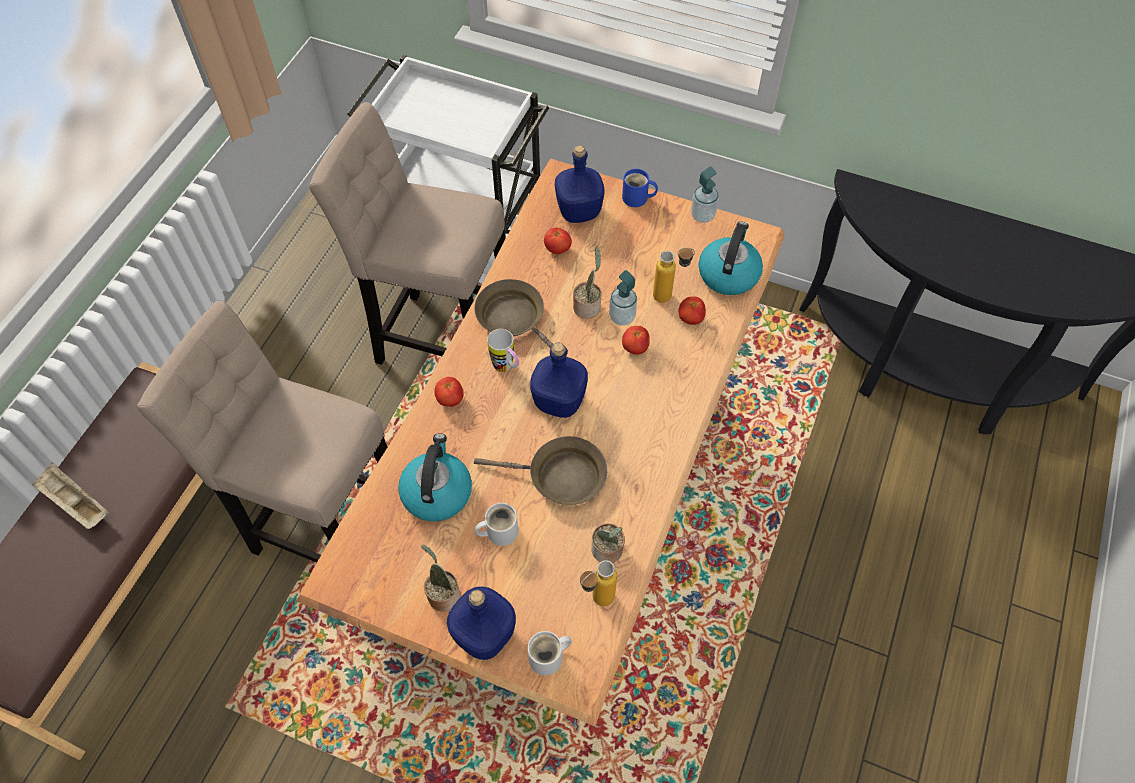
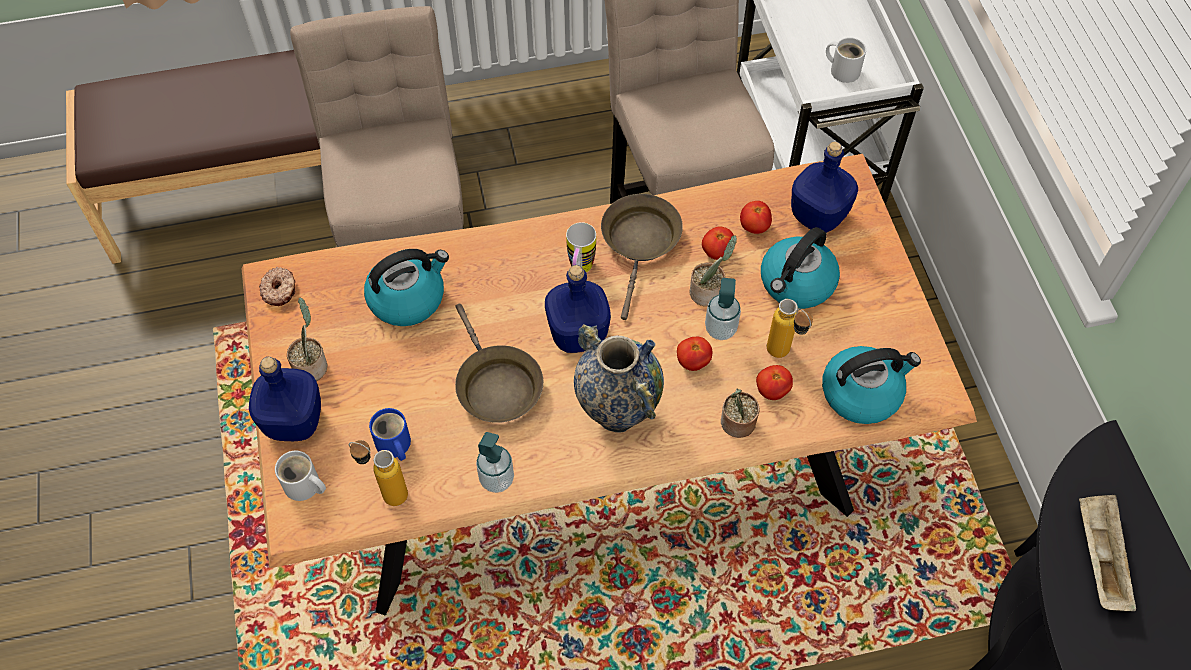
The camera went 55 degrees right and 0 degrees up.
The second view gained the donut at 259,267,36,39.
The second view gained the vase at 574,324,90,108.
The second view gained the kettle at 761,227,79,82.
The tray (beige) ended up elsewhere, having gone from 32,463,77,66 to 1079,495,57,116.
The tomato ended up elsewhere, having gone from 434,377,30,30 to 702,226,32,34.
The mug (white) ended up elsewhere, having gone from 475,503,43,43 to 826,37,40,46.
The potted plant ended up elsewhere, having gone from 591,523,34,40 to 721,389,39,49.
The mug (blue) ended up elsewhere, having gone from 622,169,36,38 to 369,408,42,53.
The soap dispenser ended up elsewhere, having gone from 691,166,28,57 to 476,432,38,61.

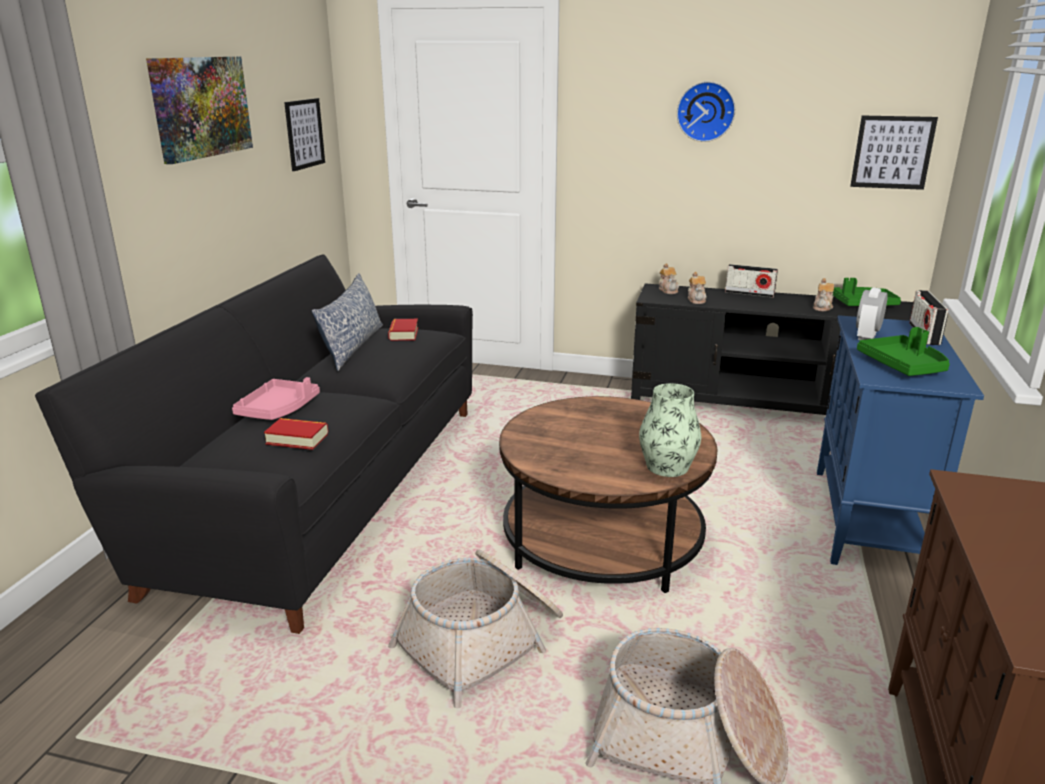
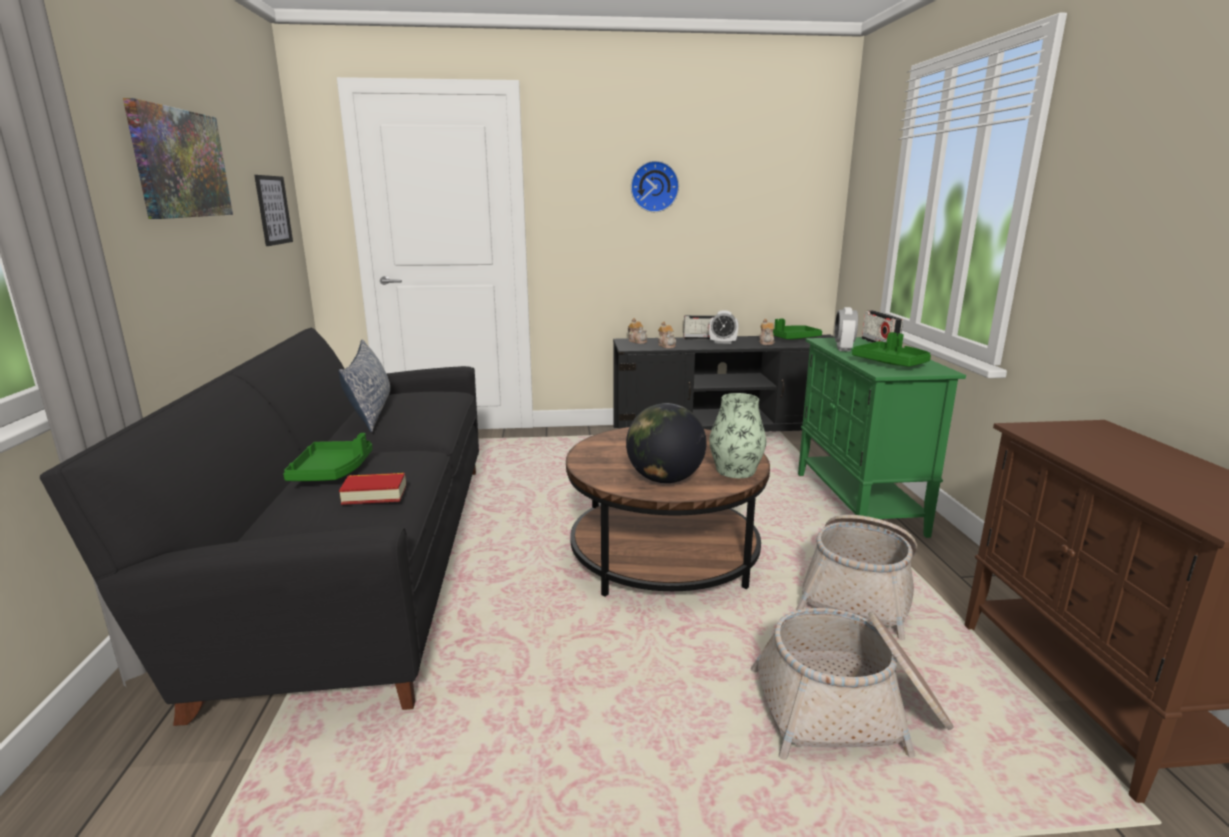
The camera went 20 degrees left and 5 degrees down.
The second view lost the book at 388,319,30,22.
The second view lost the picture at 850,116,88,74.
The second view gained the globe at 626,403,80,80.
The second view gained the alarm clock at 709,310,29,34.
The basket ended up elsewhere, having gone from 388,550,175,158 to 796,515,121,125.
What was the tray (pink) at 232,377,88,43 turned into the tray (green) at 283,433,89,48.
What was the cabinet (blue) at 817,315,167,250 turned into the cabinet (green) at 798,337,168,201.

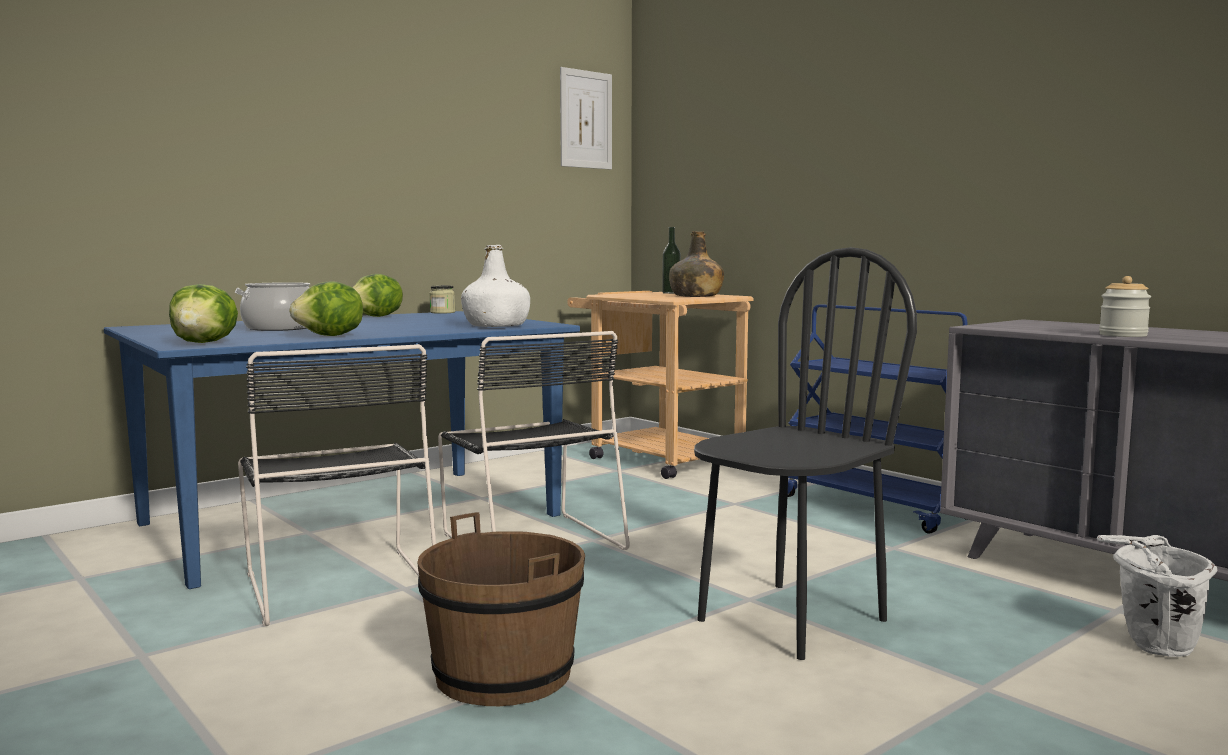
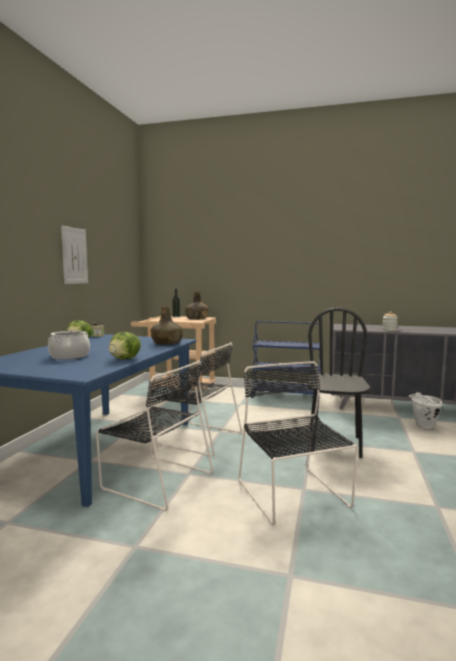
The camera went 35 degrees left and 0 degrees up.
The second view lost the lettuce at 169,284,69,59.
The picture ended up elsewhere, having gone from 560,67,52,103 to 61,226,27,58.
Where the bucket (brown) stood at 417,512,168,194, the chair (black) came to stand at 239,361,119,164.
What was the bottle (white) at 461,245,69,82 turned into the bottle (green) at 151,306,32,39.

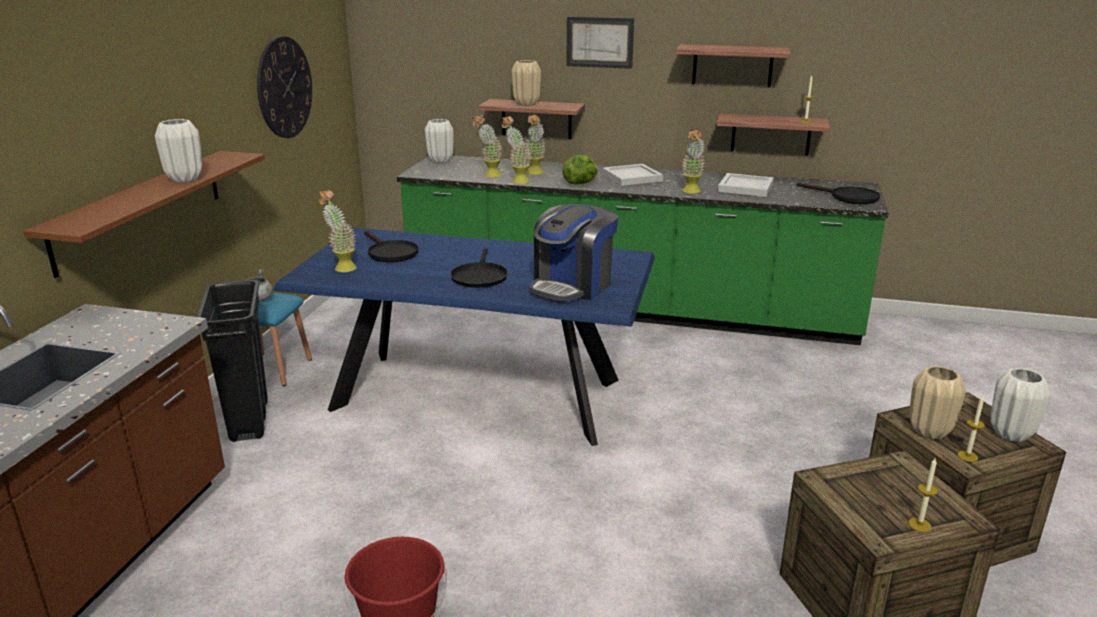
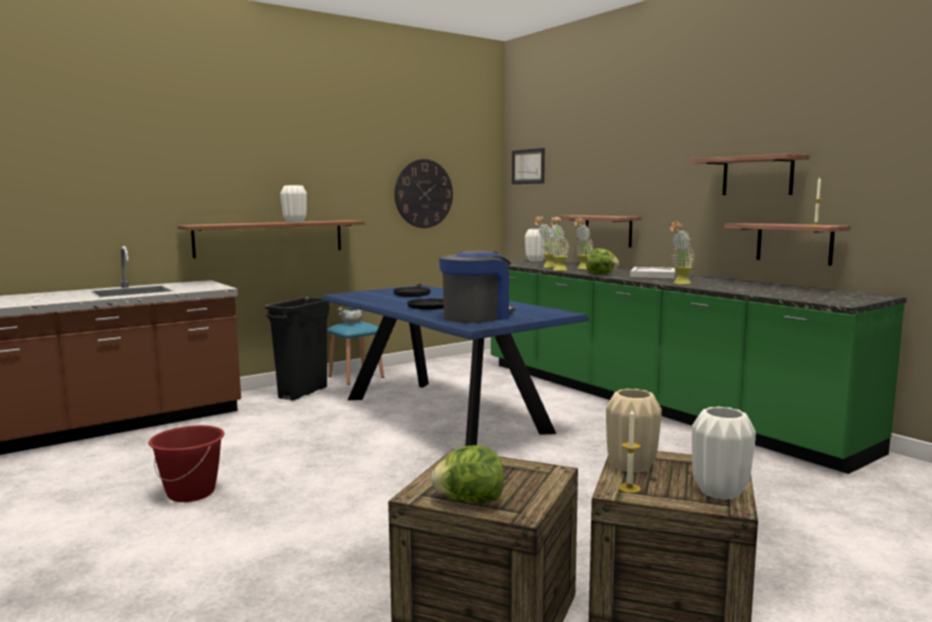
The camera went 40 degrees right and 15 degrees down.
The second view lost the potted plant at 319,190,38,82.
The second view lost the vase (beige) at 511,60,30,46.
The second view lost the tray (white) at 718,173,56,24.
The second view lost the frying pan (black) at 797,183,83,21.
The picture ended up elsewhere, having gone from 566,17,68,52 to 512,148,33,36.
Where the candle stood at 909,458,29,74, the lettuce came to stand at 431,445,73,58.
The coffee machine at 530,204,88,99 ended up facing another way, 150 degrees clockwise from before.

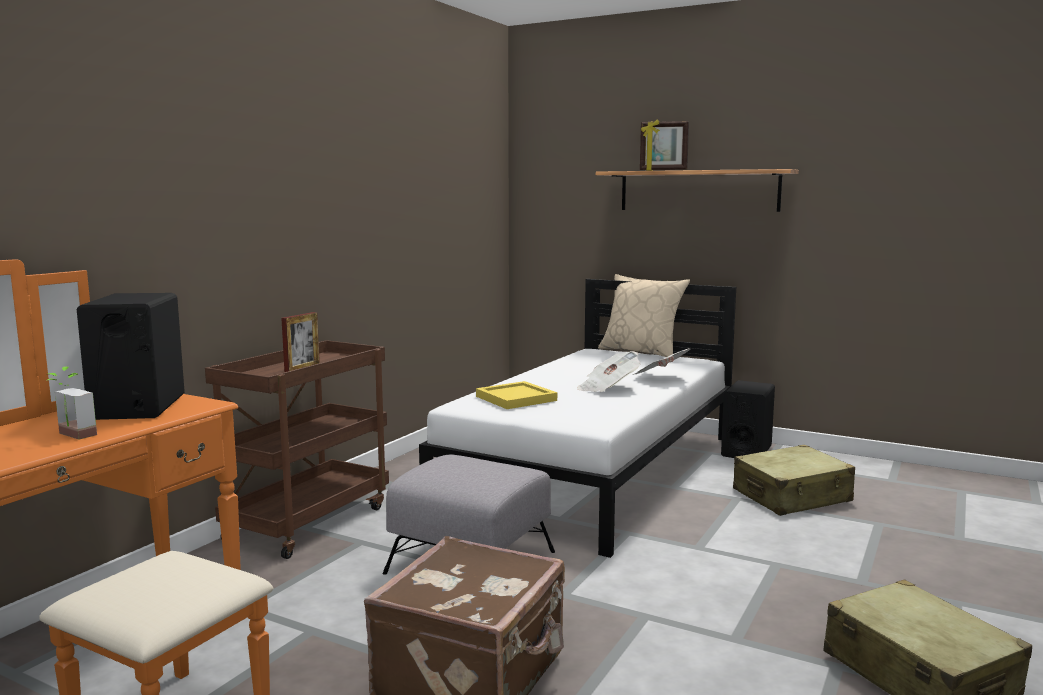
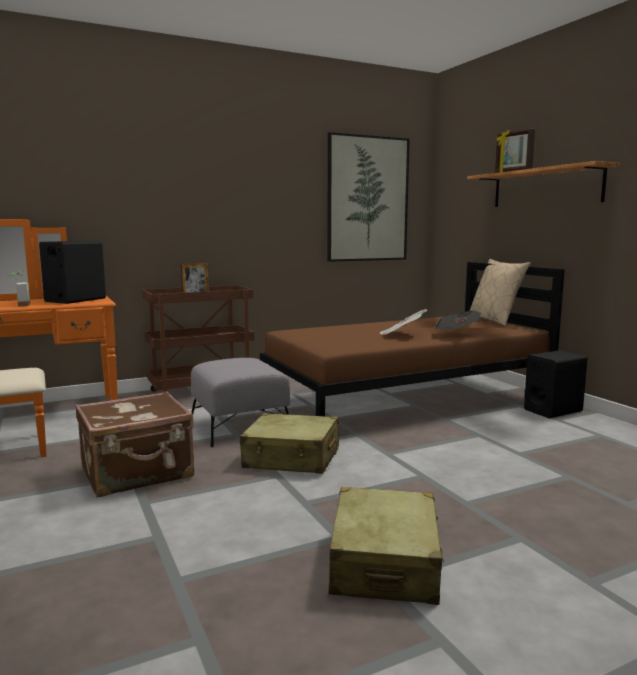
The camera went 35 degrees right and 0 degrees up.
The second view lost the tray (yellow) at 476,381,81,28.
The second view gained the picture at 327,132,83,130.
The suitcase (beige) ended up elsewhere, having gone from 733,445,122,71 to 240,413,99,61.
What was the bed (white) at 419,279,317,279 turned into the bed (brown) at 260,262,305,154.

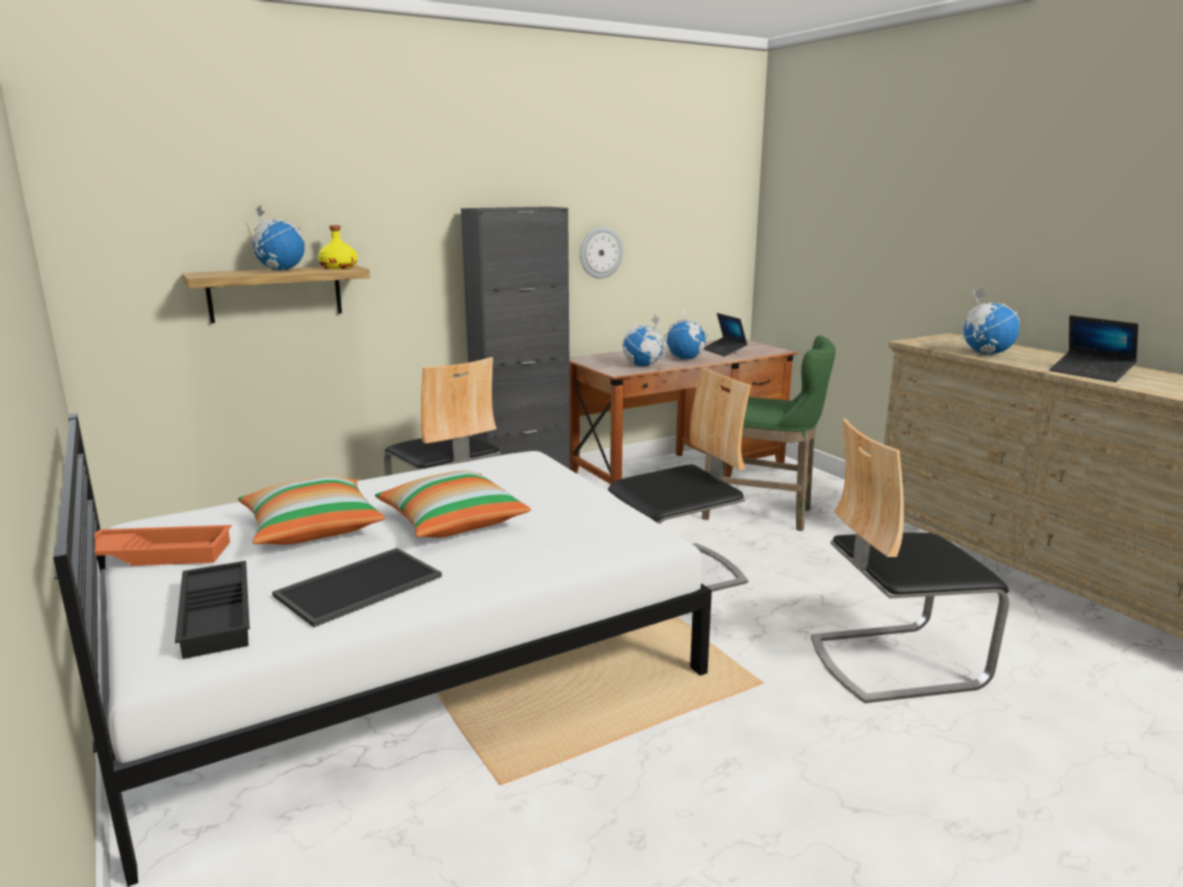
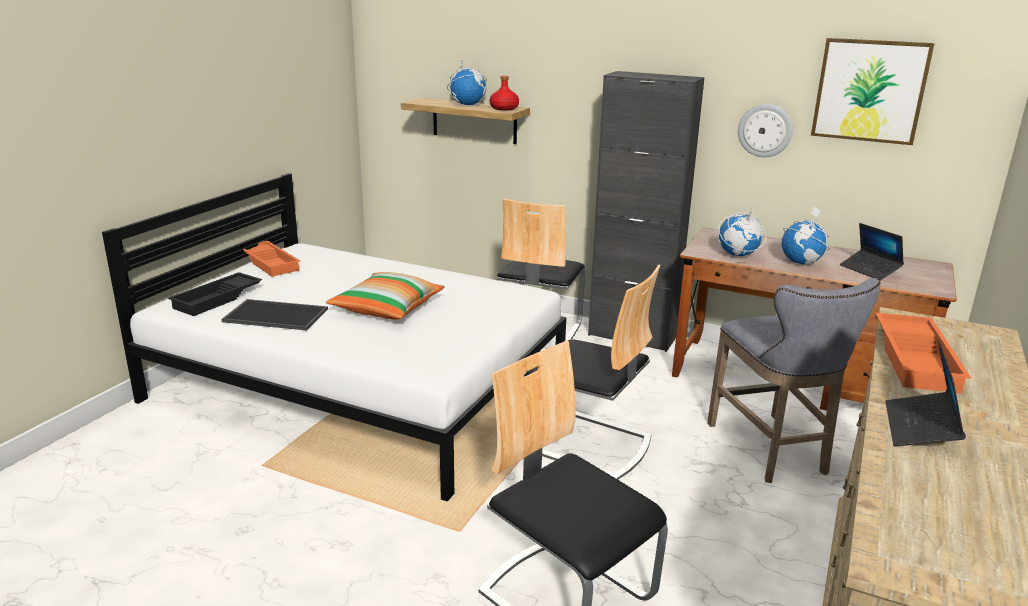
The camera went 55 degrees right and 5 degrees up.
The second view lost the pillow at 238,476,147,69.
The second view gained the picture at 811,38,123,107.
Where the globe stood at 960,288,60,67, the tray (orange) came to stand at 875,312,96,81.
What was the bottle (yellow) at 318,225,40,44 turned into the bottle (red) at 490,76,29,35.
What was the stool (green) at 702,335,134,196 turned into the stool (grey) at 707,278,174,205.
The laptop at 704,313,44,44 ended up facing another way, 60 degrees counterclockwise from before.

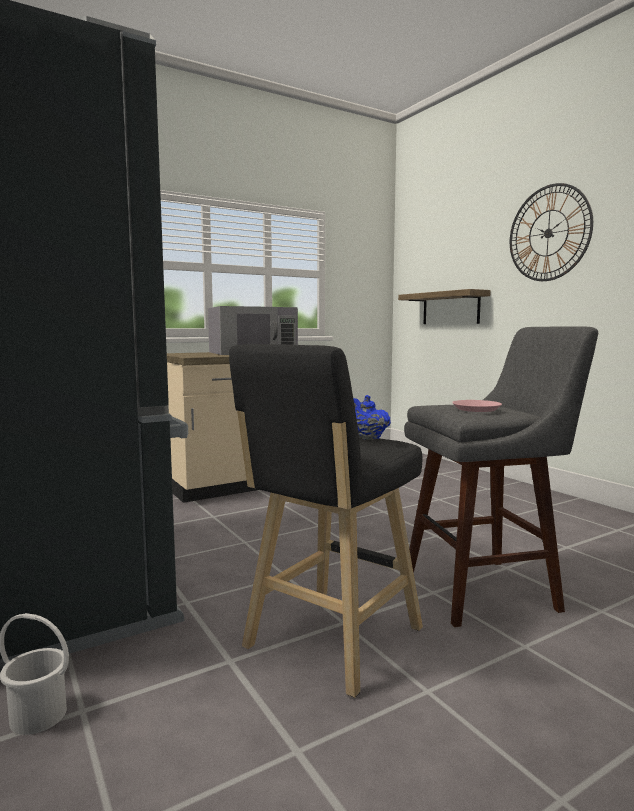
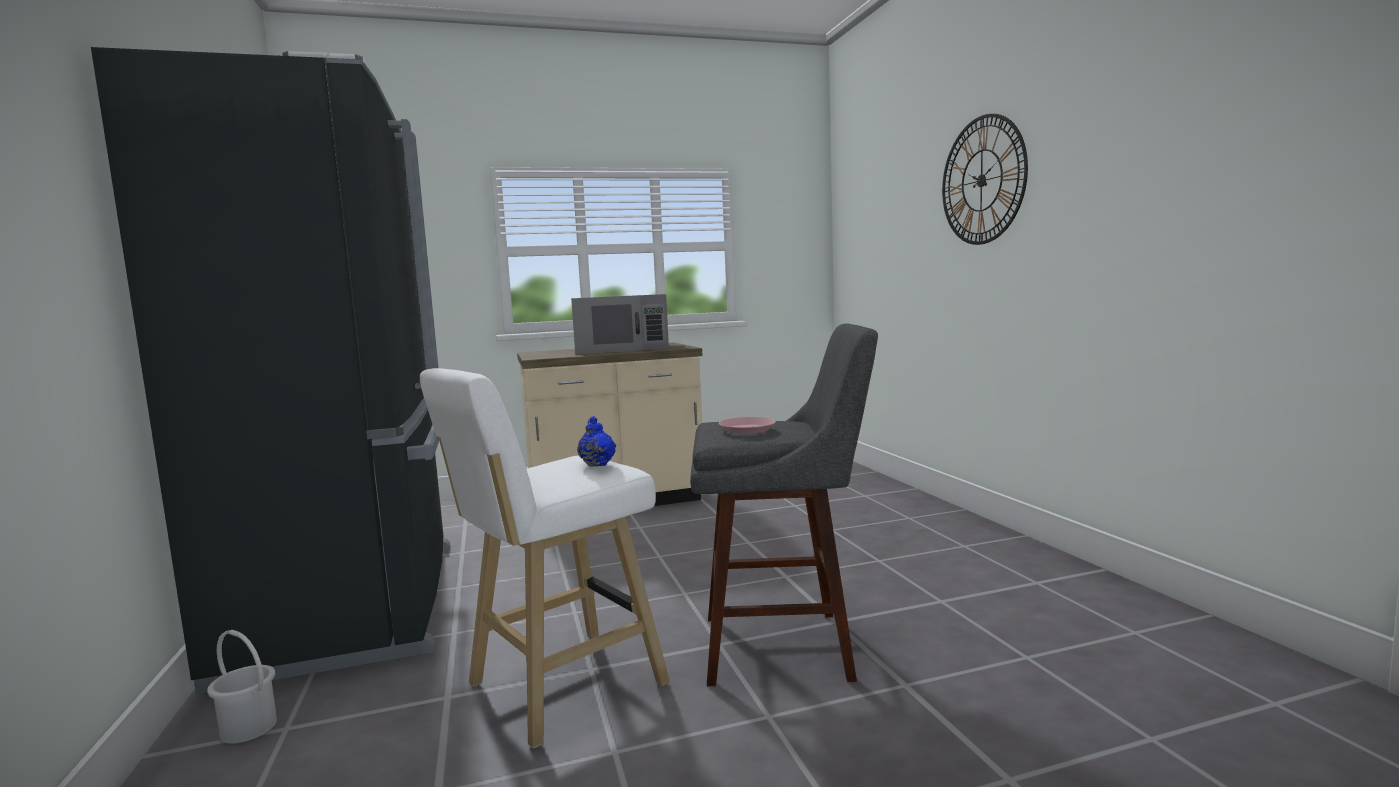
The camera went 15 degrees right and 0 degrees up.
The second view lost the shelf at 398,289,93,35.
What was the stool (black) at 229,344,194,354 turned into the stool (white) at 420,368,250,381.

